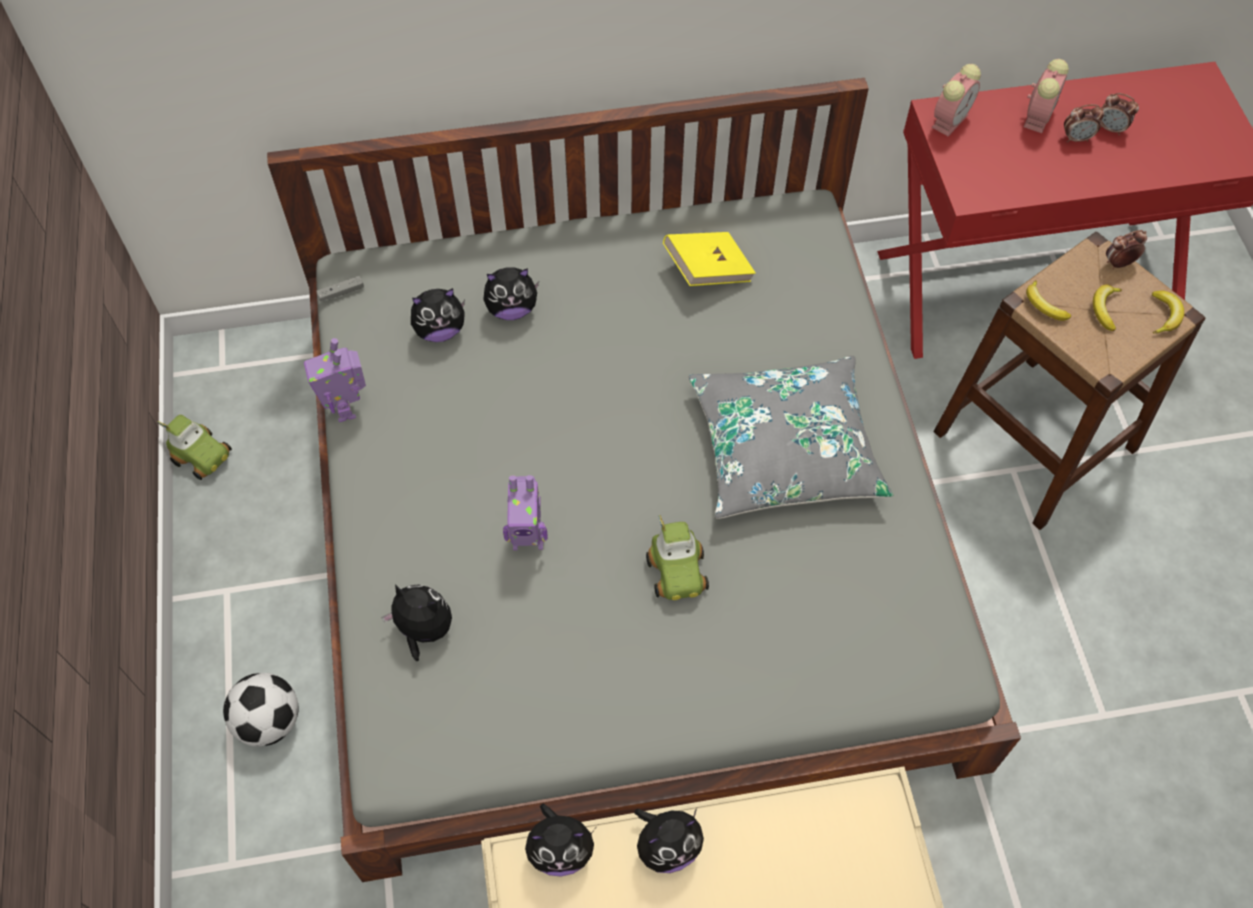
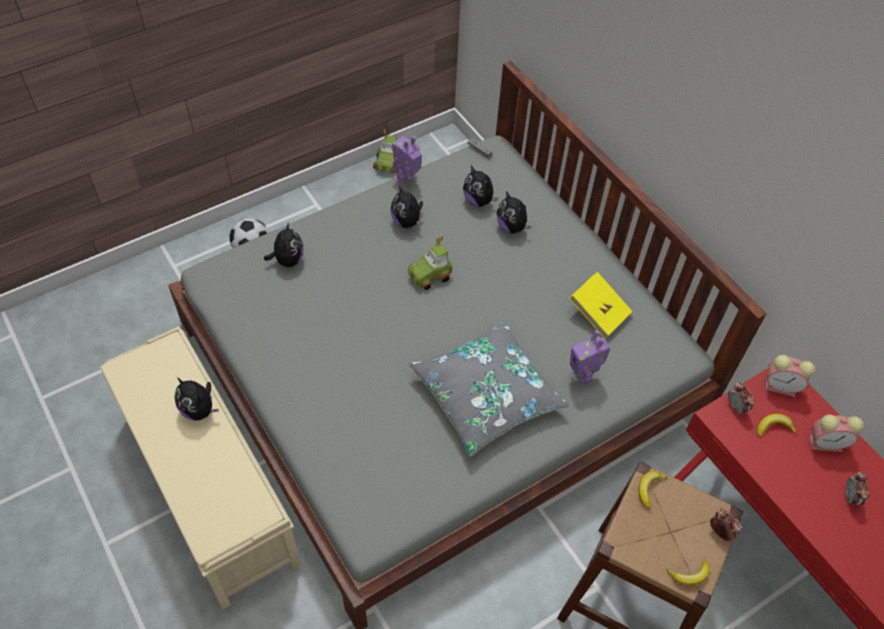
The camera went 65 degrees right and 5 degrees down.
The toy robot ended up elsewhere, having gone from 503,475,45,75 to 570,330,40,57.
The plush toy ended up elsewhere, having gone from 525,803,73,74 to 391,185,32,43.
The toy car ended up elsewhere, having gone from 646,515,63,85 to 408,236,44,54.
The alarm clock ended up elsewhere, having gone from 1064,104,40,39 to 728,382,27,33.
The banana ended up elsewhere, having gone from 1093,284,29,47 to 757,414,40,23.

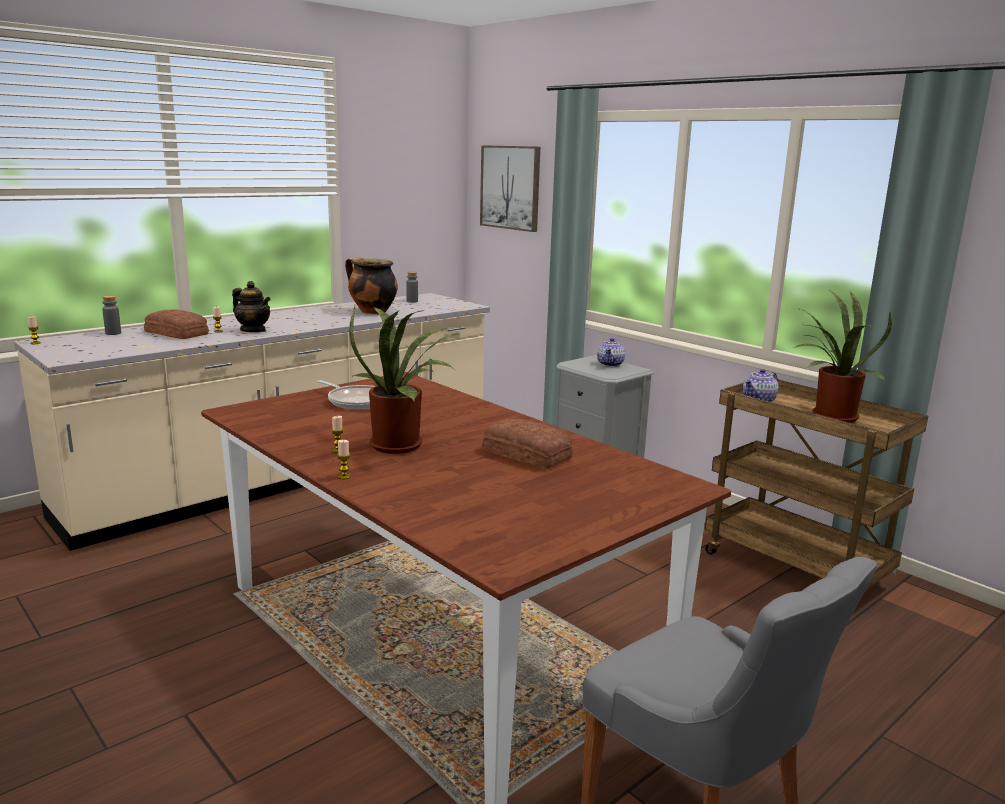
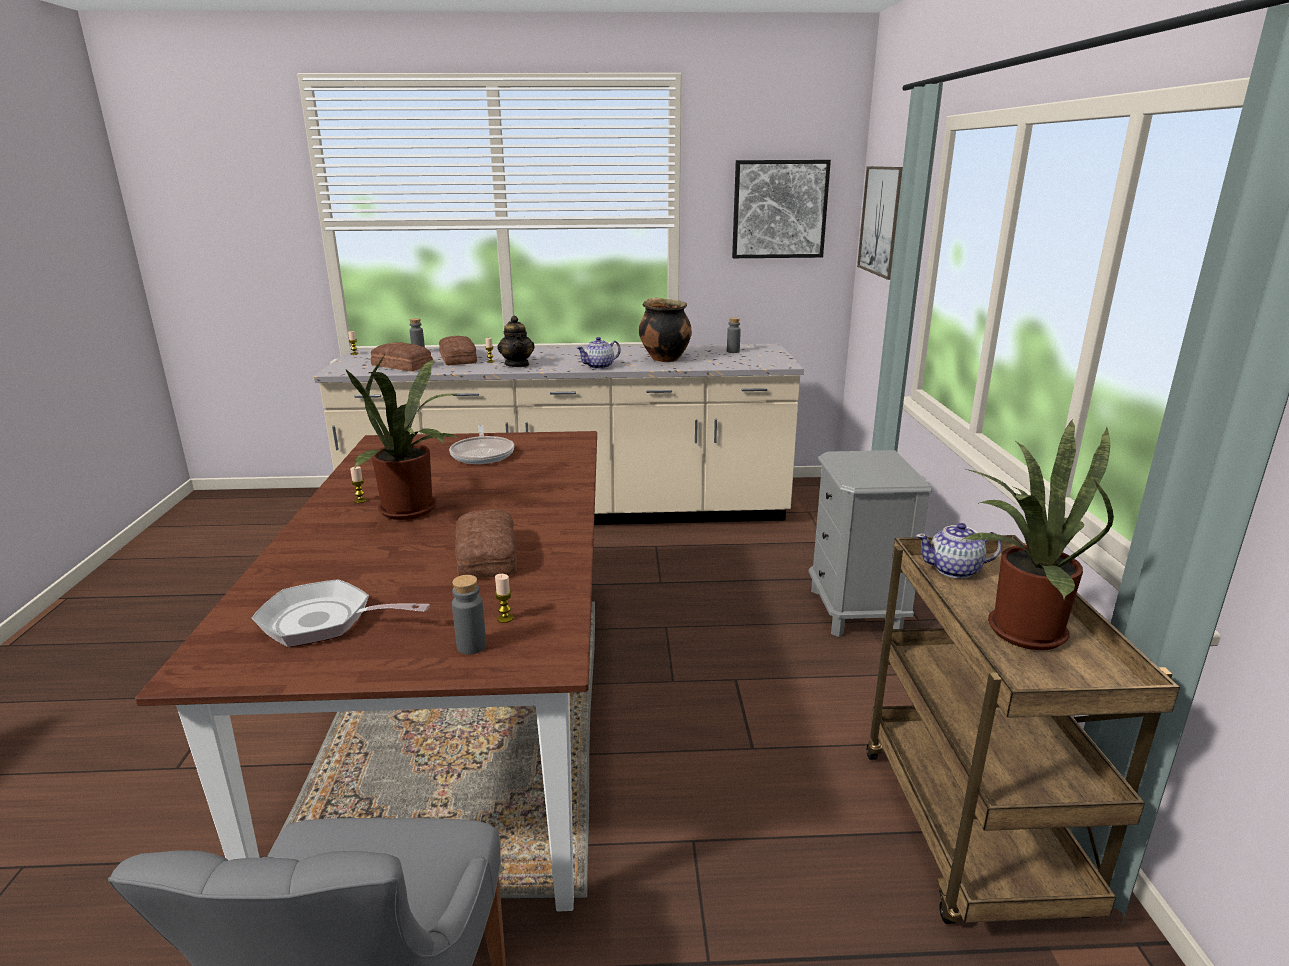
The camera went 40 degrees right and 5 degrees up.
The second view gained the frying pan at 252,579,178,68.
The second view gained the bread at 371,342,62,29.
The second view gained the bottle (grey) at 452,575,34,80.
The second view gained the picture at 732,160,99,98.
The candle ended up elsewhere, having gone from 337,440,14,39 to 495,574,19,49.
The teapot ended up elsewhere, having gone from 597,338,28,29 to 576,337,45,32.

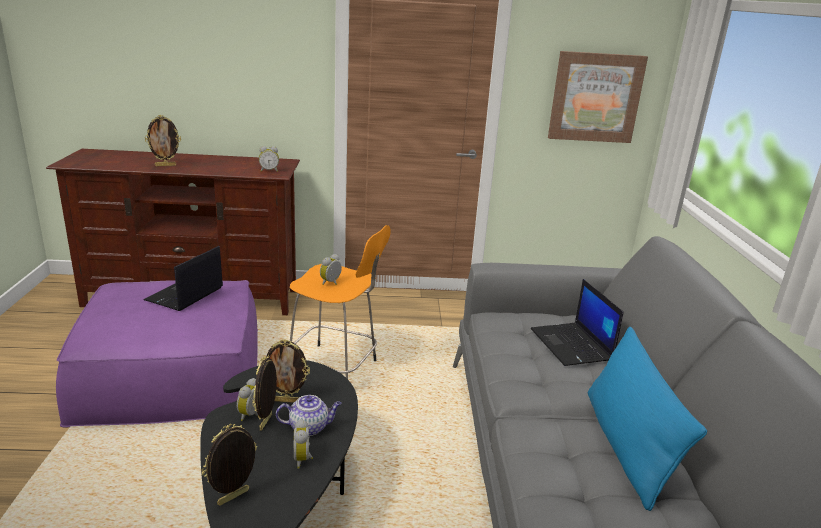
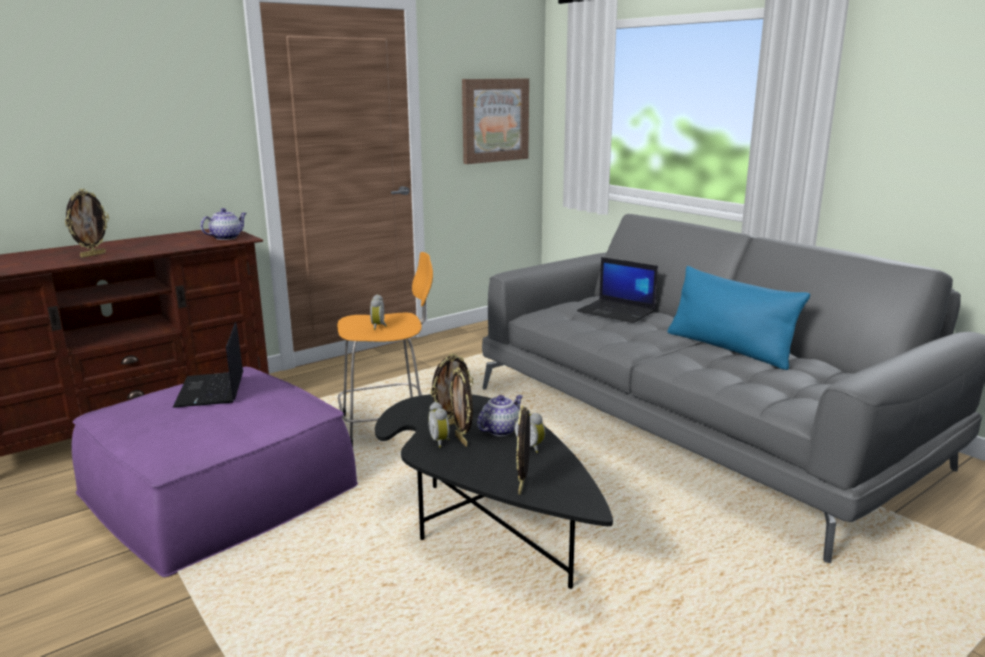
The camera went 35 degrees left and 5 degrees down.
Where the alarm clock stood at 259,146,20,26, the teapot came to stand at 200,208,47,32.

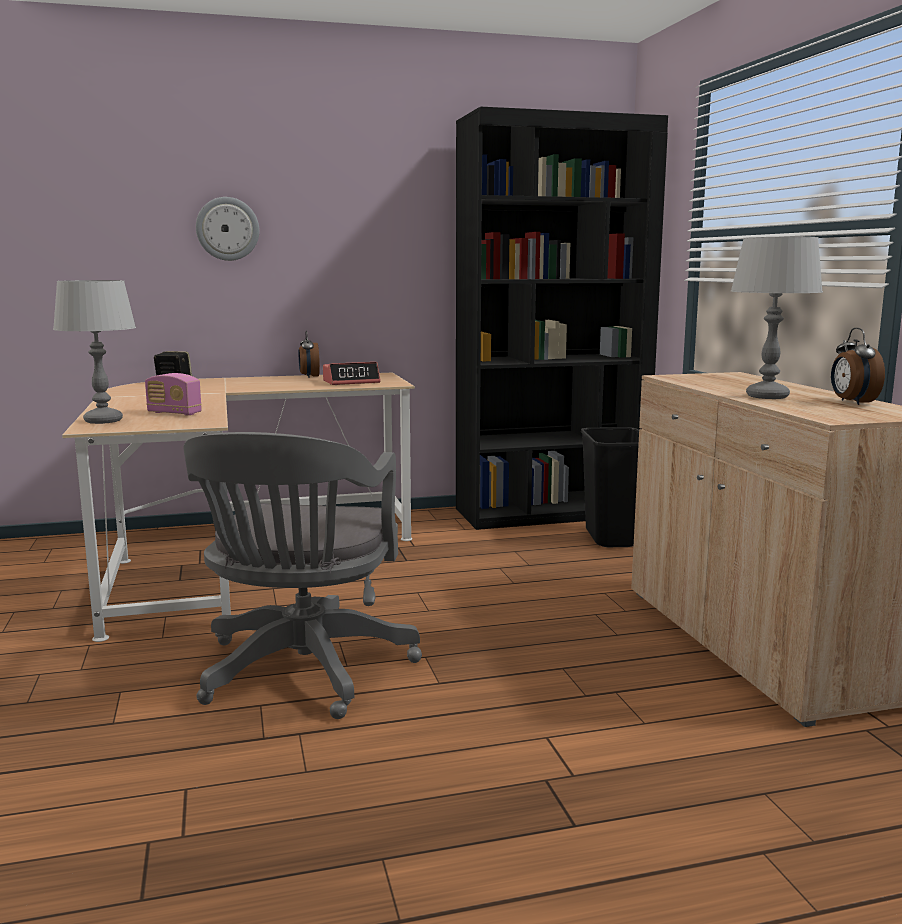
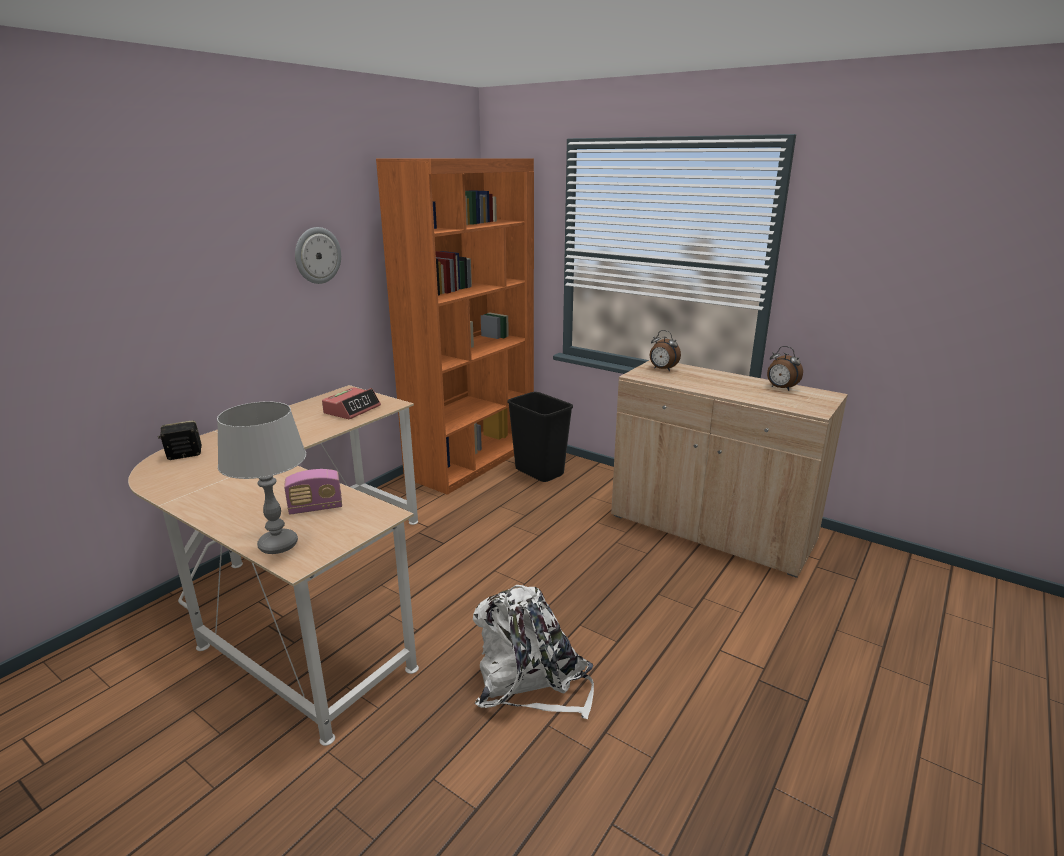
The camera went 40 degrees left and 10 degrees up.
The second view lost the table lamp (grey) at 731,237,92,162.
The wall clock ended up elsewhere, having gone from 196,197,63,64 to 295,227,46,57.
The alarm clock ended up elsewhere, having gone from 299,331,21,47 to 650,330,31,41.
Where the office chair (grey) stood at 183,432,239,287, the backpack (white) came to stand at 473,585,121,134.
What was the bookcase (black) at 456,107,212,423 turned into the bookcase (orange) at 376,159,158,336.

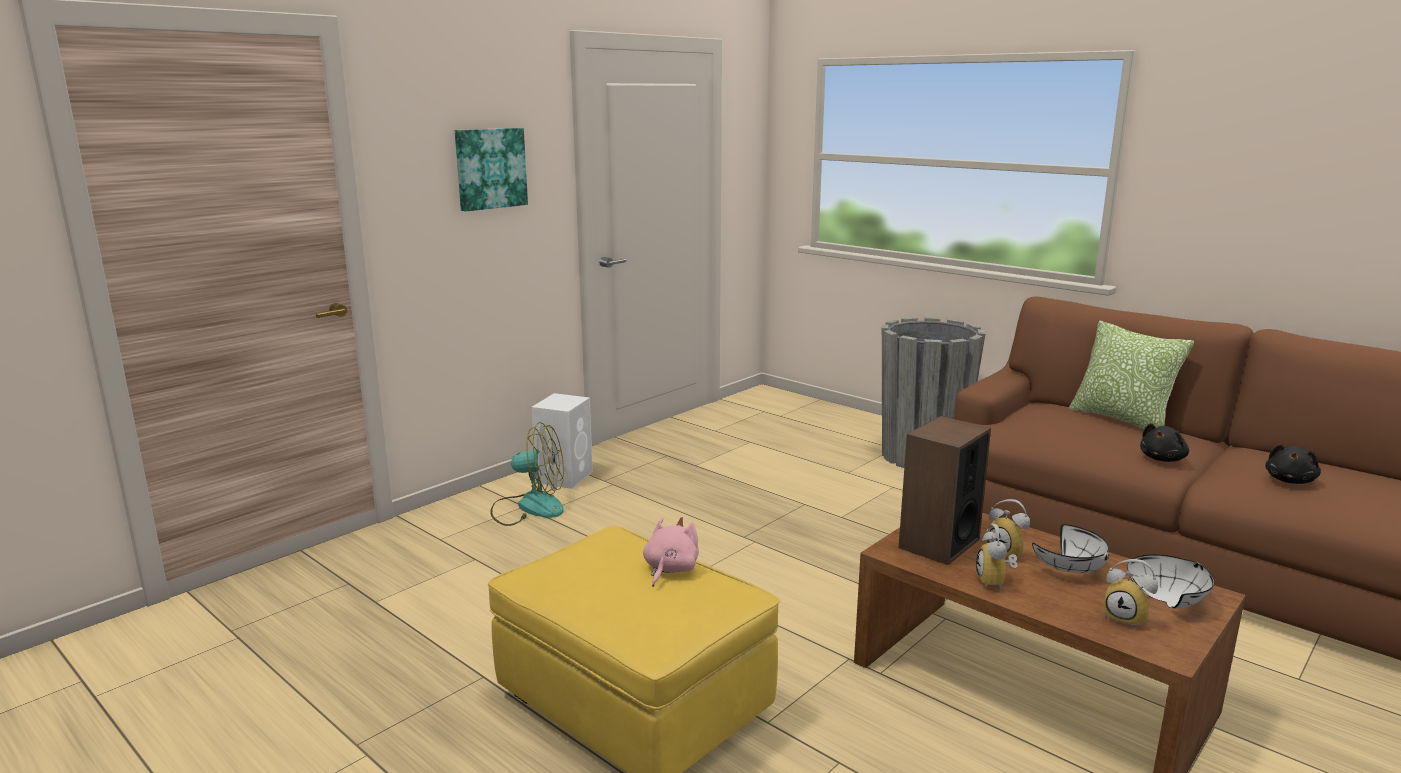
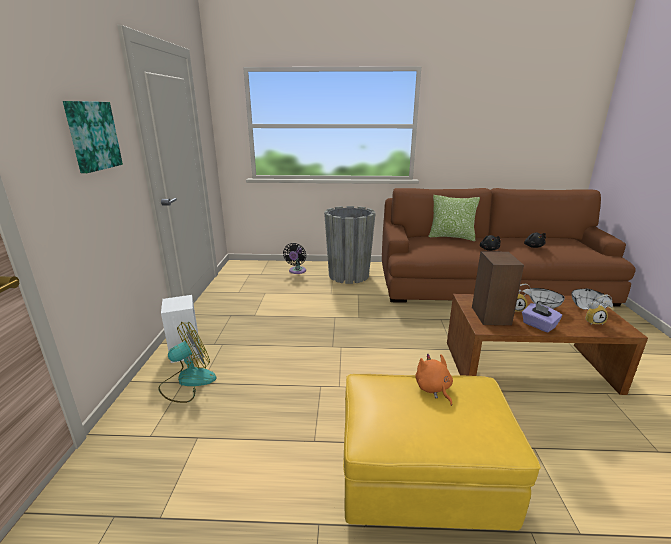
The camera went 40 degrees left and 5 degrees up.
The second view gained the fan (black) at 283,243,23,31.
Where the alarm clock stood at 976,524,42,66, the tissue box (purple) came to stand at 522,303,40,30.
What was the plush toy (pink) at 643,517,56,70 turned into the plush toy (orange) at 415,353,38,53.

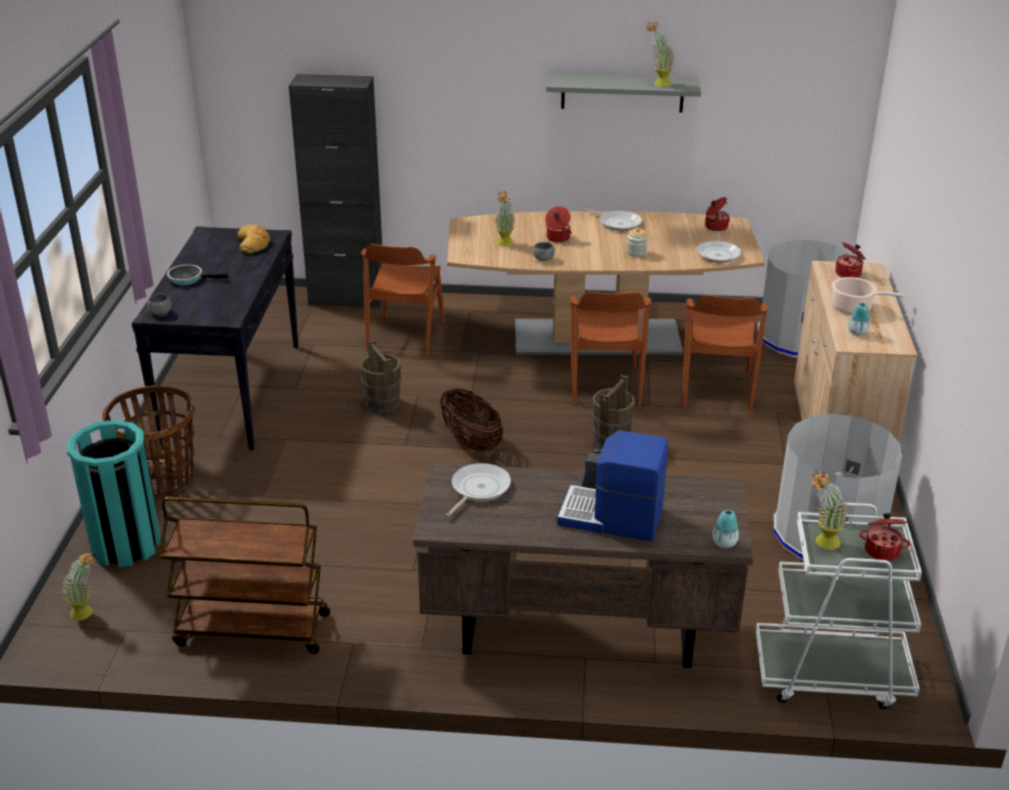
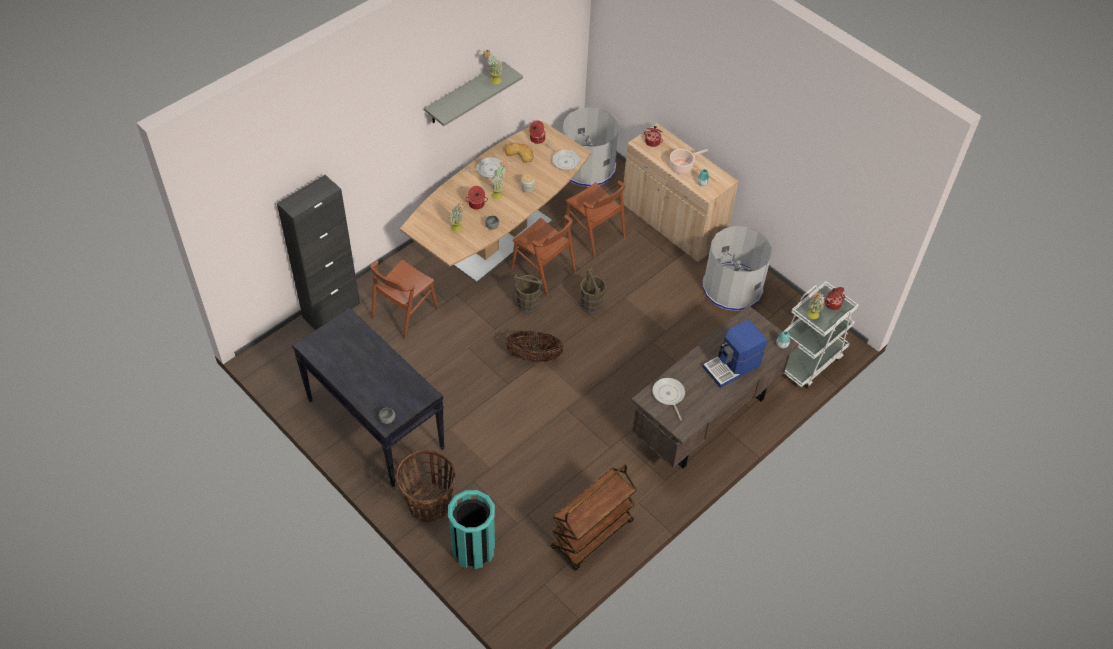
The camera went 50 degrees left and 20 degrees up.
The second view lost the frying pan at 167,264,61,21.
The potted plant ended up elsewhere, having gone from 62,552,33,68 to 490,160,18,39.
The bread ended up elsewhere, having gone from 238,225,32,29 to 505,143,29,20.
The bucket (brown) ended up elsewhere, having gone from 360,340,41,74 to 514,274,29,39.
The chair (brown) at 361,244,84,113 ended up facing another way, 75 degrees clockwise from before.

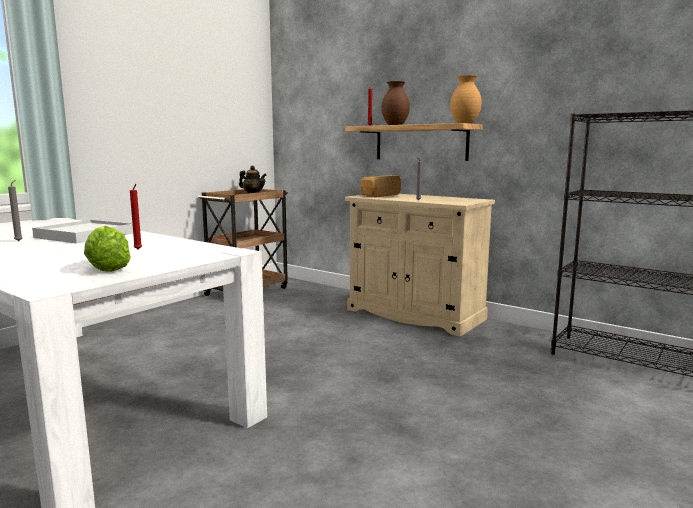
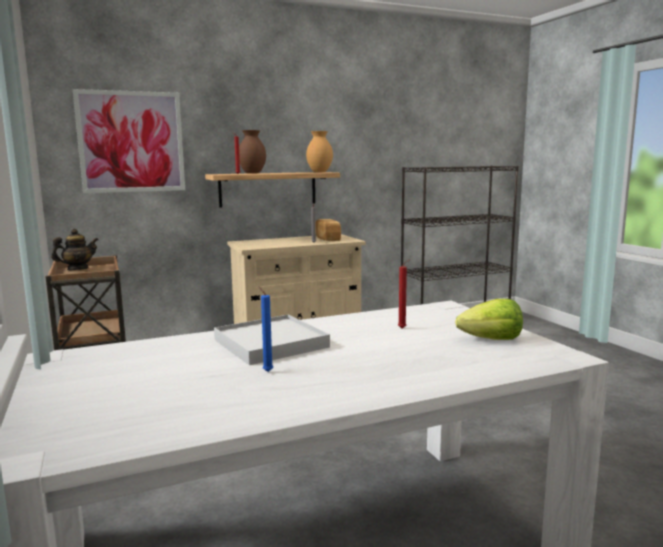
The camera went 60 degrees left and 0 degrees up.
The second view gained the picture at 73,89,112,104.
The bread ended up elsewhere, having gone from 361,176,40,21 to 315,219,26,22.
What was the candle (grey) at 8,180,15,61 turned into the candle (blue) at 258,286,15,86.

